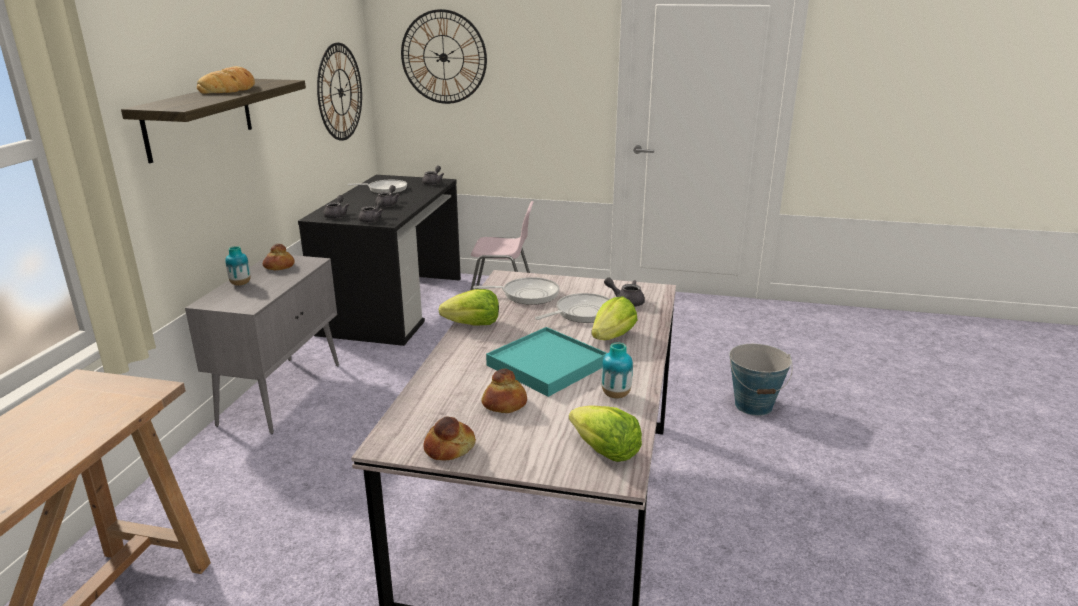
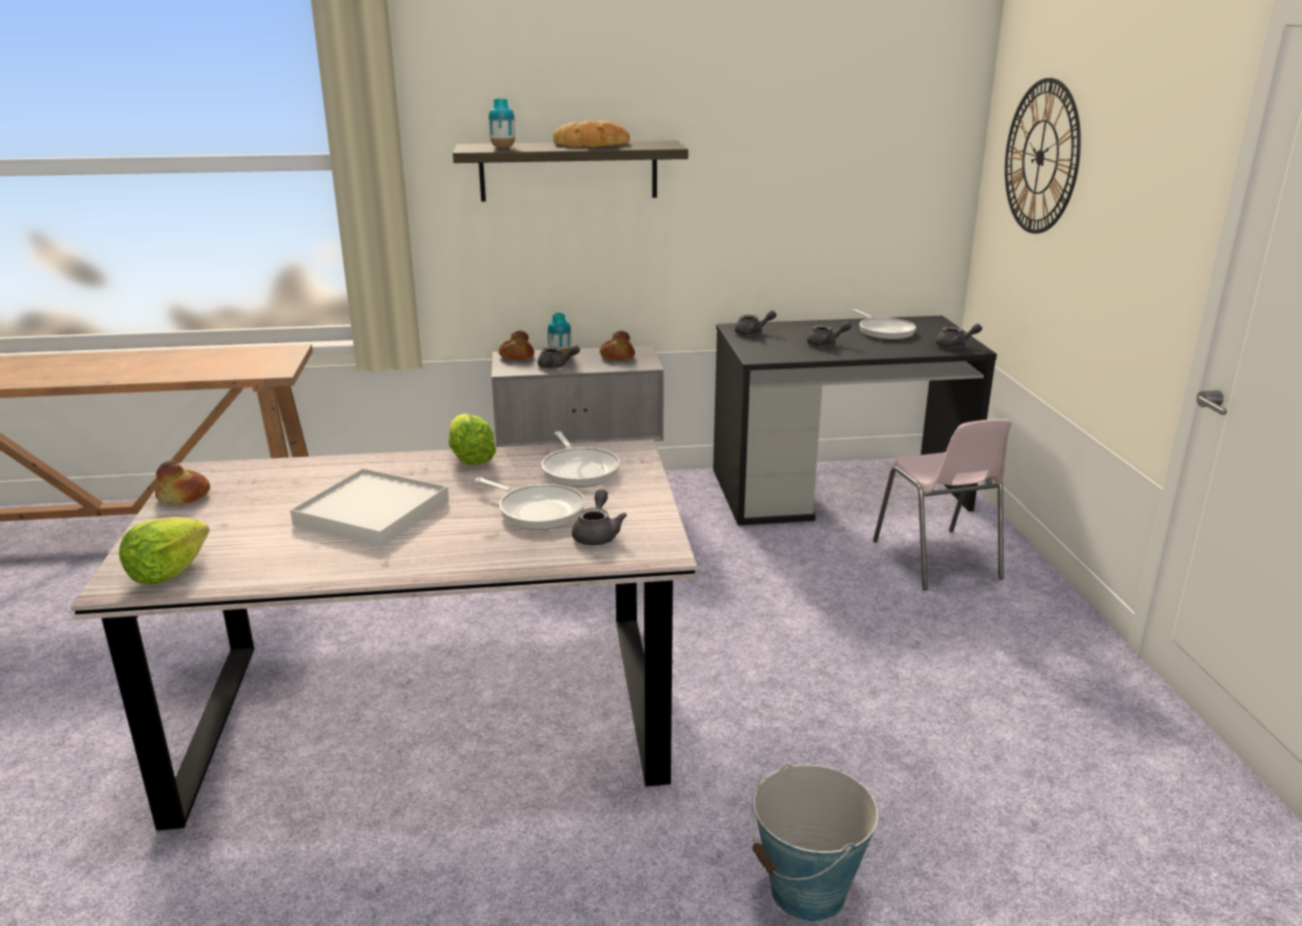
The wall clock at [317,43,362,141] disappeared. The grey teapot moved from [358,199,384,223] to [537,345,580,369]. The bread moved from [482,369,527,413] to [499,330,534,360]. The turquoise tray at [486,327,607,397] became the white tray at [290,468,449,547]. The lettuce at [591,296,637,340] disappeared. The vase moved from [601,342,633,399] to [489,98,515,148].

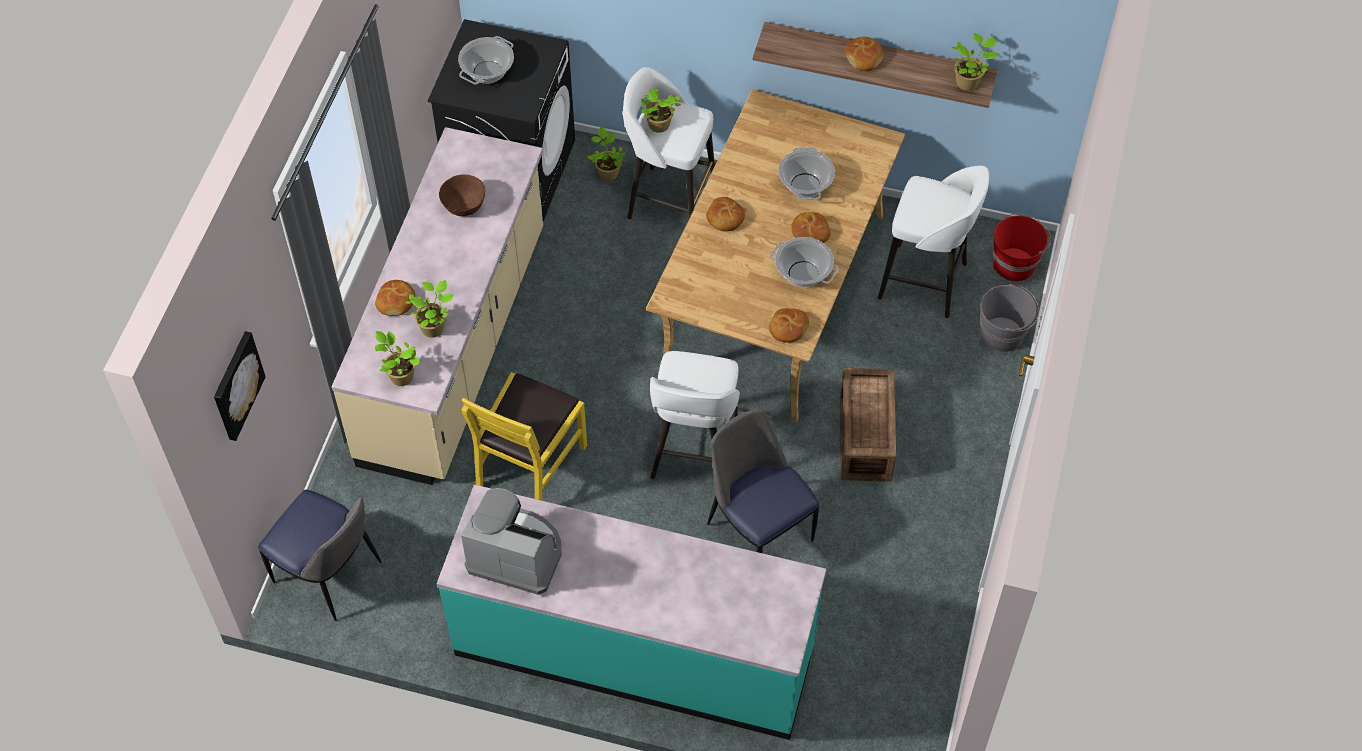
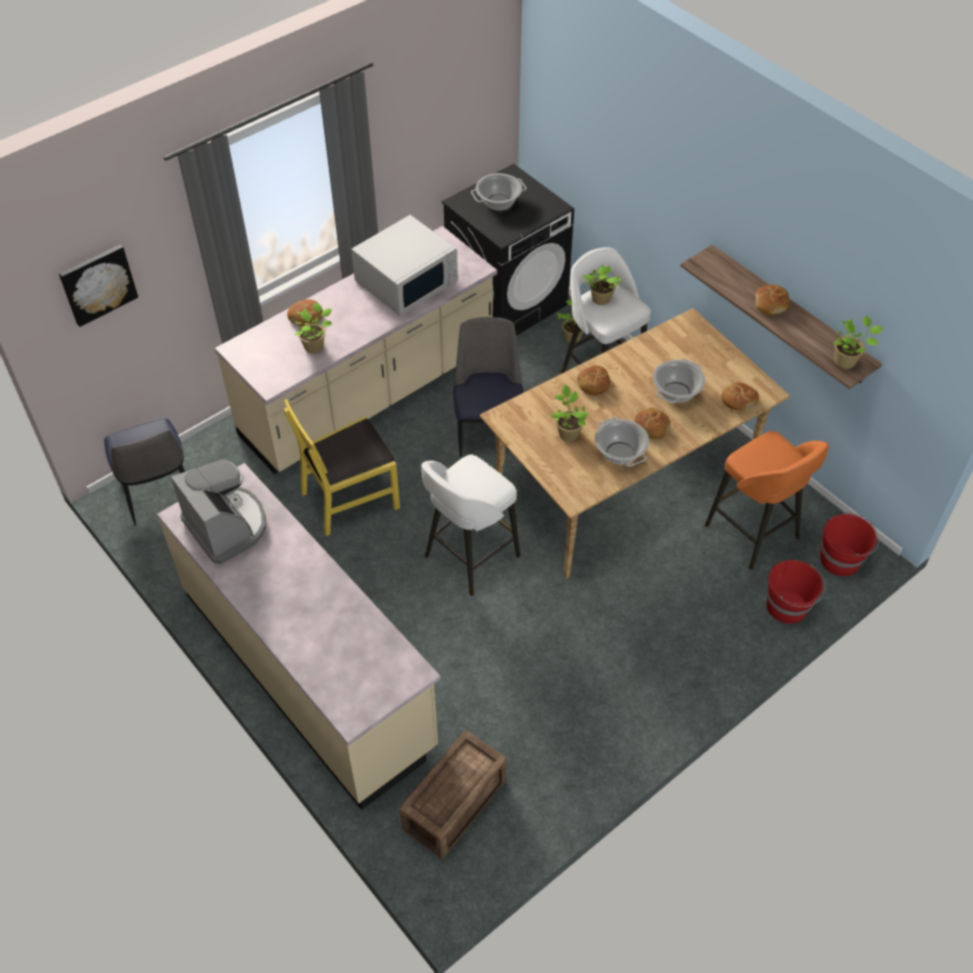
The potted plant moved from [375,331,421,386] to [550,385,589,441]. The turquoise counter at [437,485,826,740] became the beige counter at [157,463,440,810]. The brown bowl at [439,174,485,216] was replaced by the white microwave at [351,215,458,316]. The chair moved from [707,409,820,553] to [453,317,524,457]. The bread moved from [769,308,809,343] to [722,382,759,411]. The crate moved from [840,368,896,482] to [399,730,506,859]. The white stool at [878,166,989,318] became the orange stool at [705,431,829,570]. The grey bucket at [980,284,1039,352] became the red bucket at [766,560,825,624].

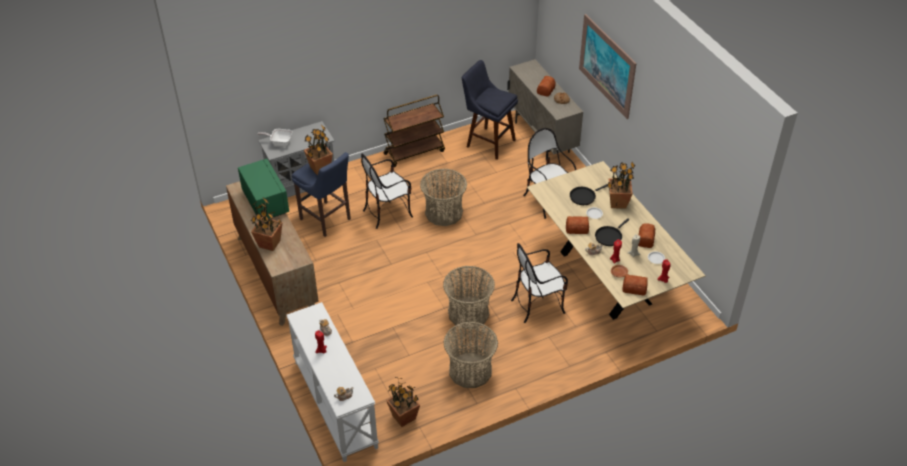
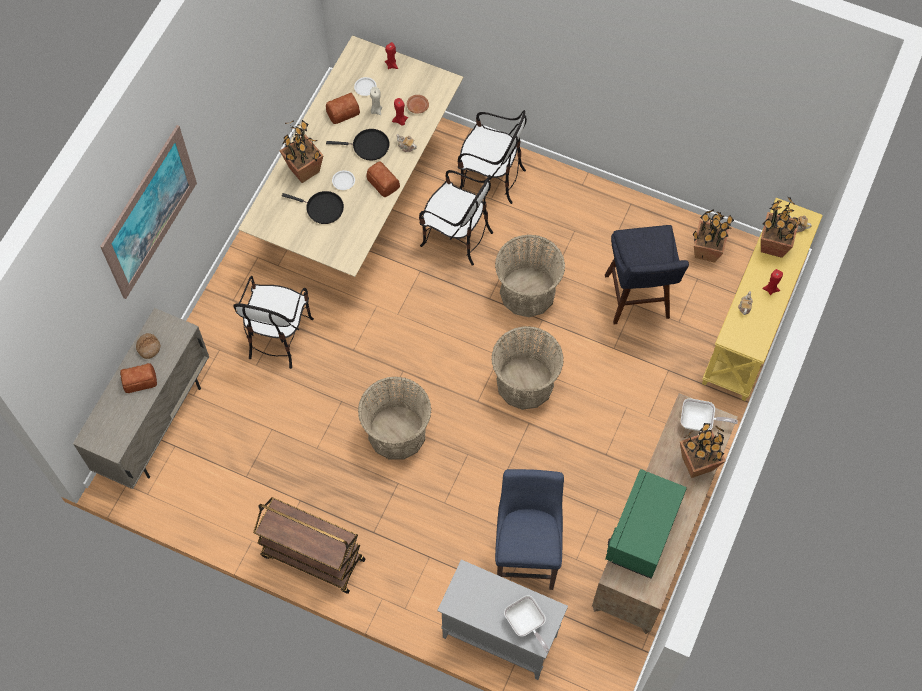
The white console table at [287,302,379,462] became the yellow console table at [702,198,823,401]. The potted plant moved from [304,125,333,175] to [761,197,802,258]. The chair moved from [361,154,413,229] to [457,110,527,204]. The basket moved from [444,322,498,388] to [491,326,564,410]. The blue stool moved from [462,60,518,160] to [605,225,689,324]. The bread at [622,275,648,295] disappeared. The frying pan at [681,398,738,432] appeared.

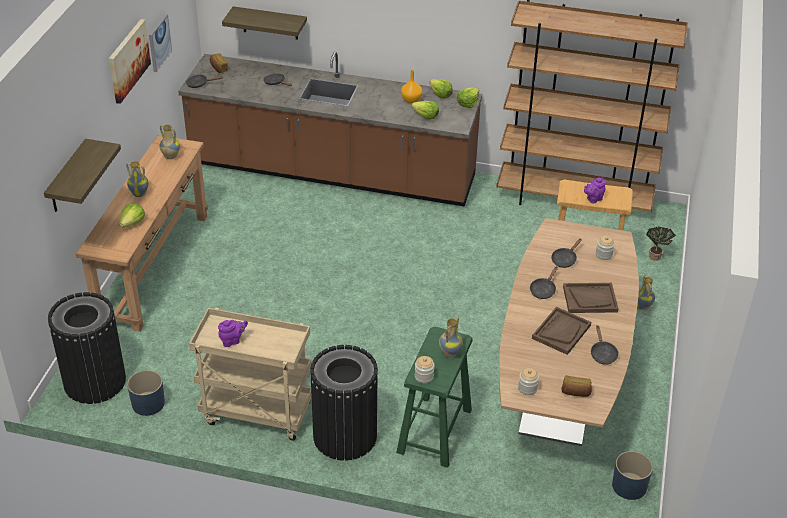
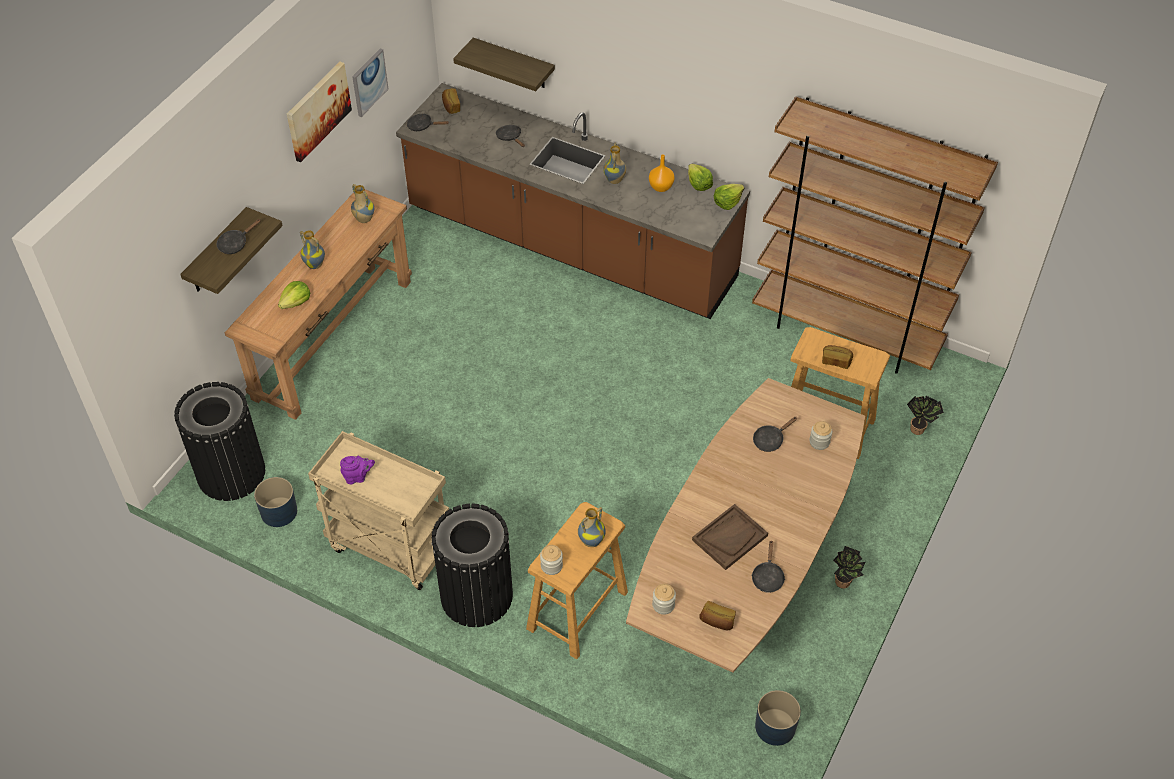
The green stool at [396,327,473,468] became the beige stool at [526,502,628,659]. The lettuce at [411,101,439,120] disappeared. The black frying pan moved from [530,266,558,299] to [217,219,261,254]. The brown tray at [563,283,618,313] disappeared. The purple teapot at [584,177,606,203] was replaced by the bread at [822,345,853,369]. The vase moved from [637,275,655,310] to [603,143,626,184]. The potted plant at [833,546,866,589] appeared.

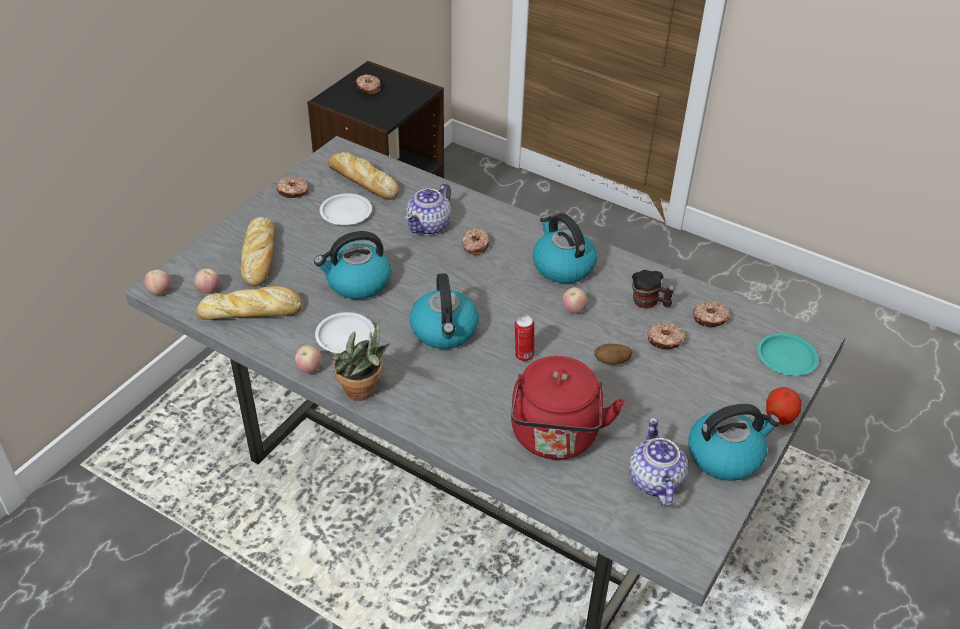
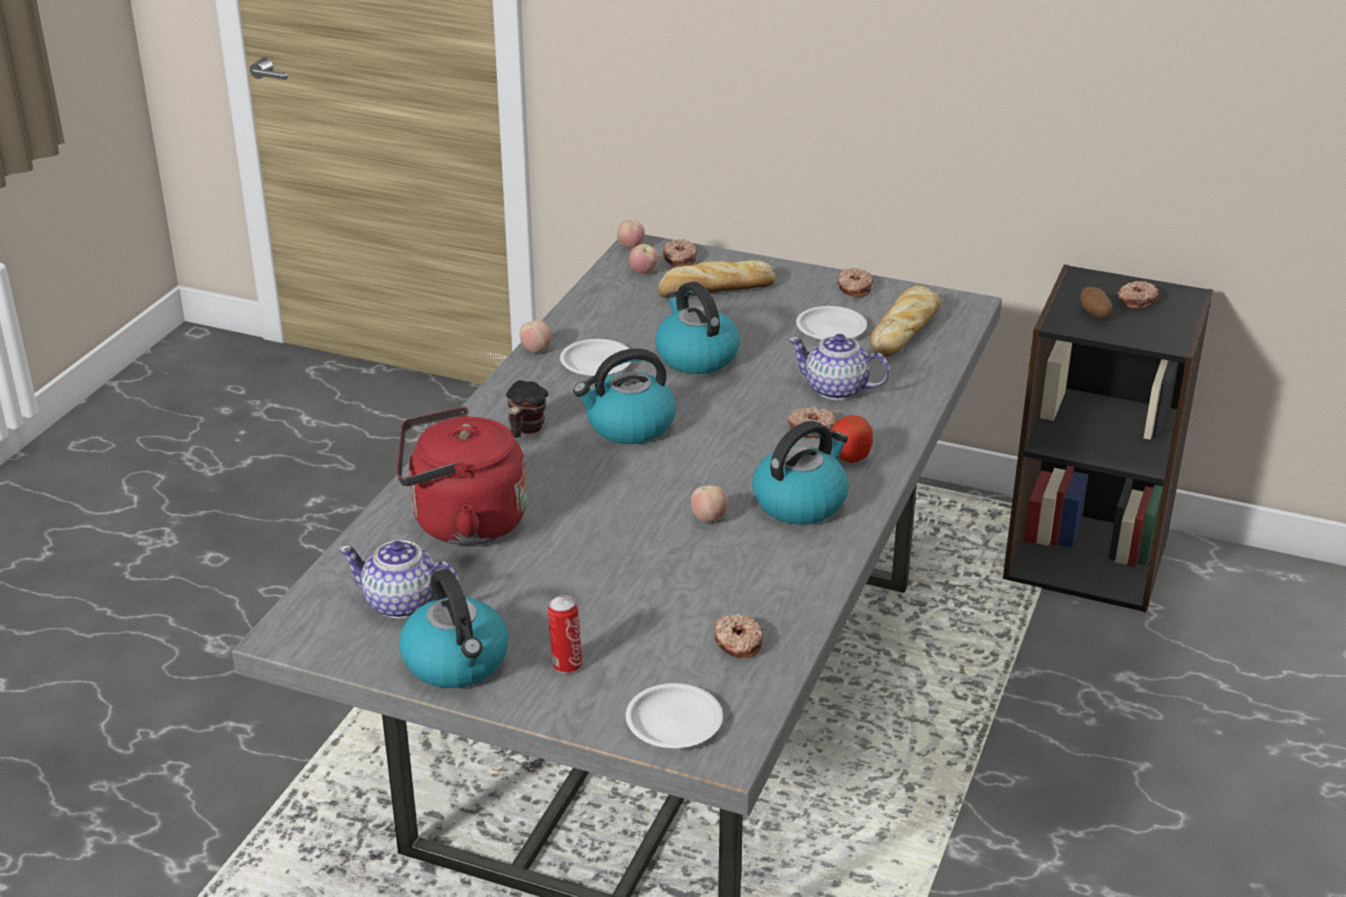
The bread at [196,286,302,320] disappeared. The potted plant at [331,320,389,401] disappeared. The can moved from [515,314,534,361] to [548,595,582,673]. The potato moved from [594,344,632,365] to [1080,287,1112,318]. The teapot at [629,418,688,507] turned 150 degrees counterclockwise. The mug moved from [632,270,675,309] to [506,380,548,438]. The donut moved from [648,323,686,349] to [663,239,698,267]. The turquoise plate at [757,333,819,376] became the white plate at [626,683,723,748]. The apple moved from [766,387,802,425] to [831,415,873,463].

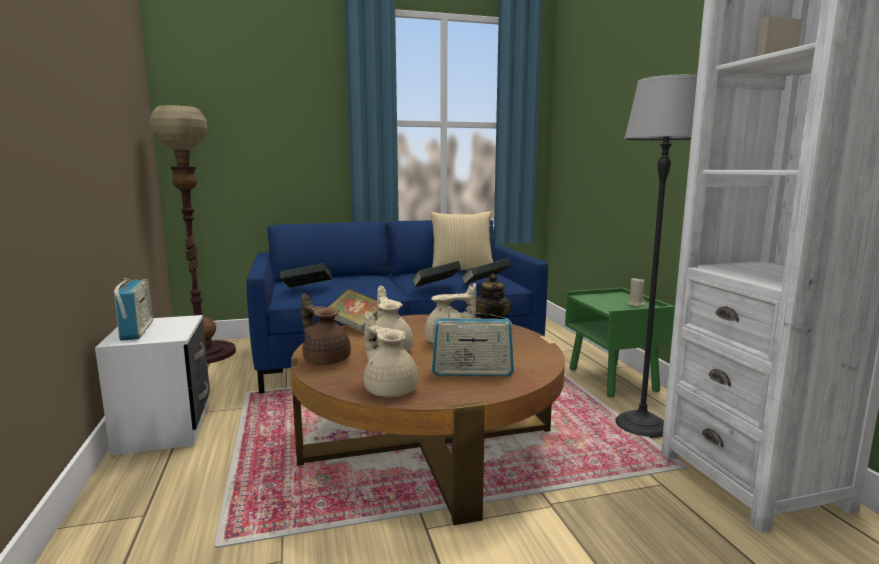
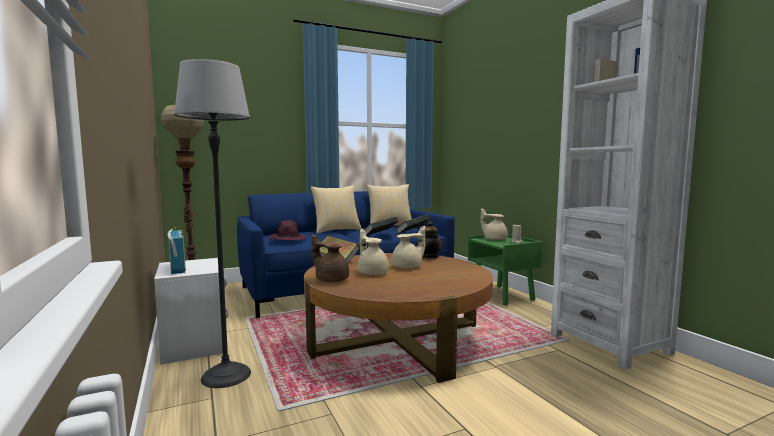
The book at [280,263,332,288] was replaced by the purple hat at [269,220,306,240]. The beige teapot moved from [364,312,418,397] to [480,208,508,240]. The radio at [432,307,514,376] disappeared. The floor lamp moved from [615,74,697,438] to [174,59,251,388]. The pillow at [310,185,362,234] appeared.

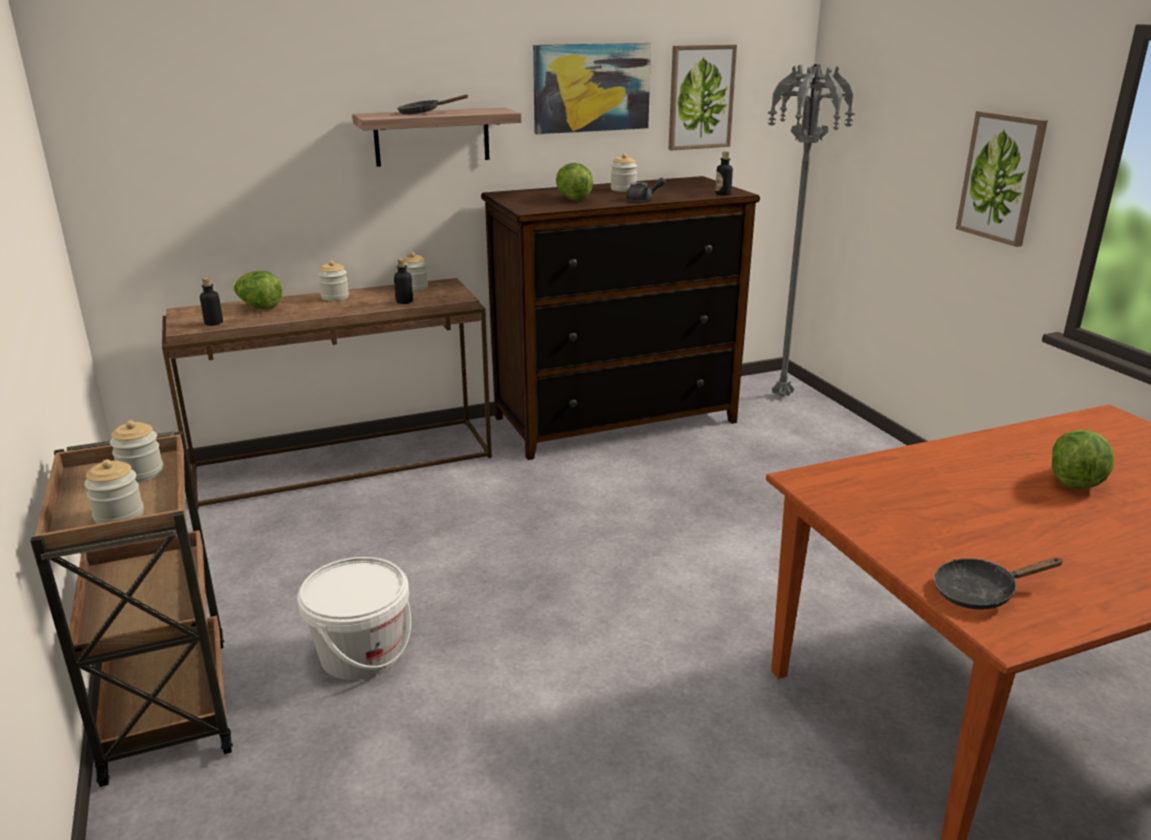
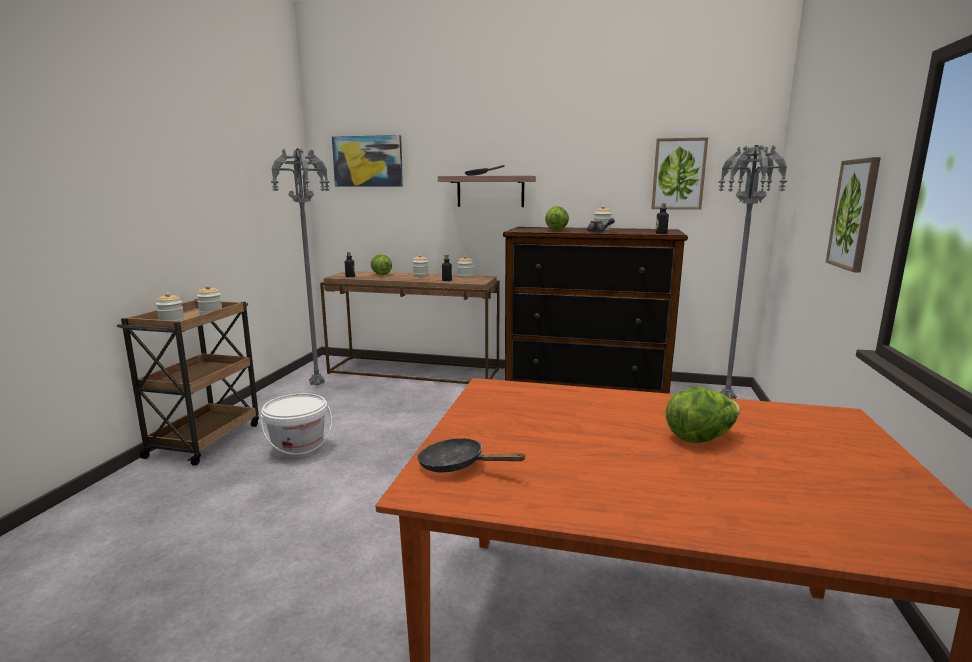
The picture moved from [533,43,651,134] to [332,135,403,187]. The grey floor lamp at [271,149,330,386] appeared.

